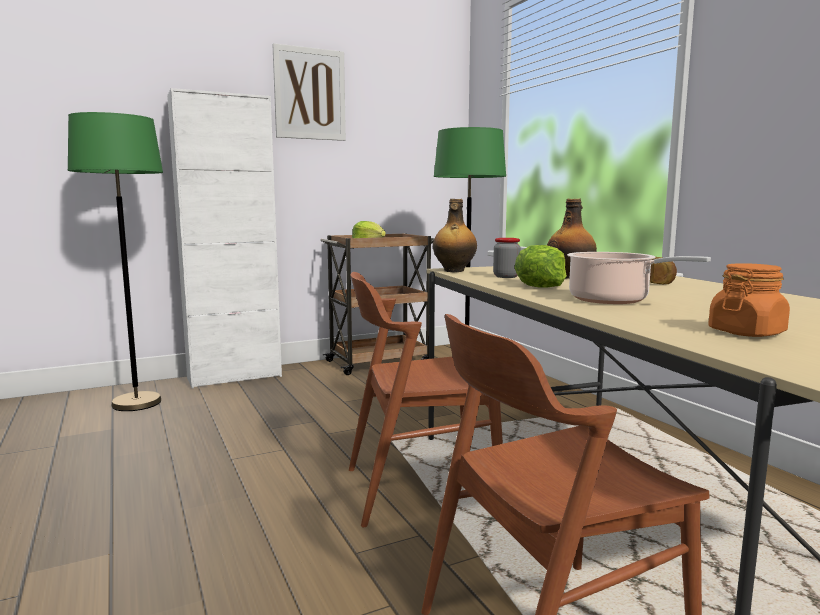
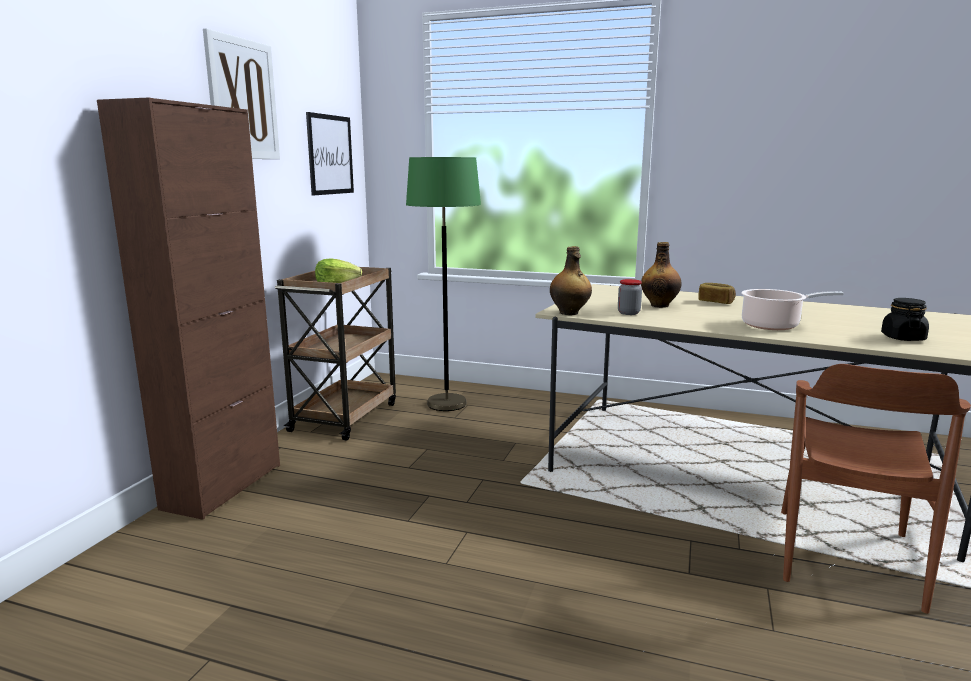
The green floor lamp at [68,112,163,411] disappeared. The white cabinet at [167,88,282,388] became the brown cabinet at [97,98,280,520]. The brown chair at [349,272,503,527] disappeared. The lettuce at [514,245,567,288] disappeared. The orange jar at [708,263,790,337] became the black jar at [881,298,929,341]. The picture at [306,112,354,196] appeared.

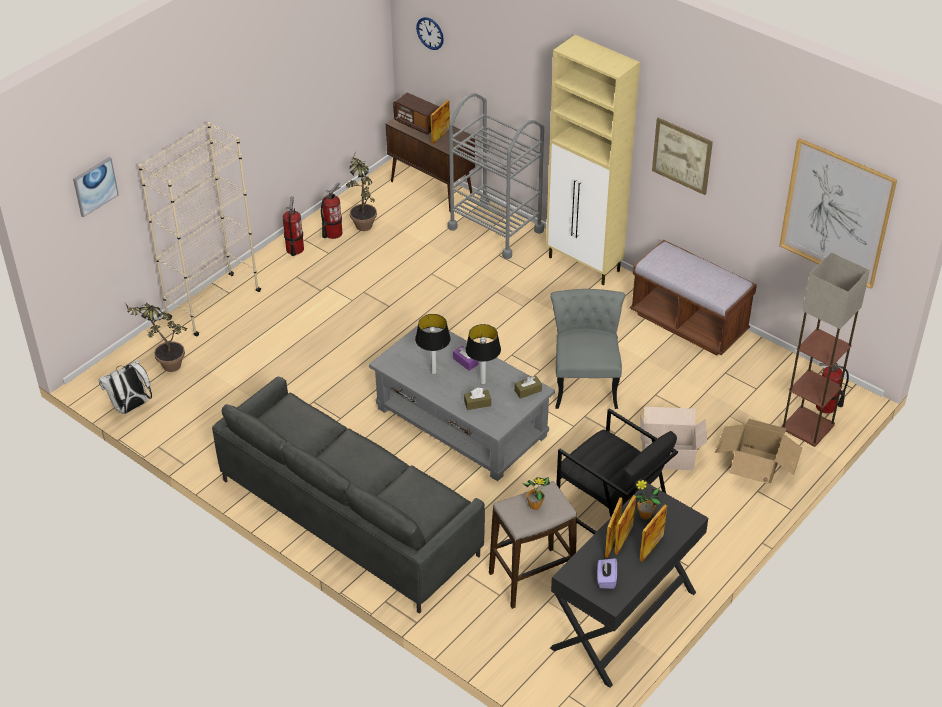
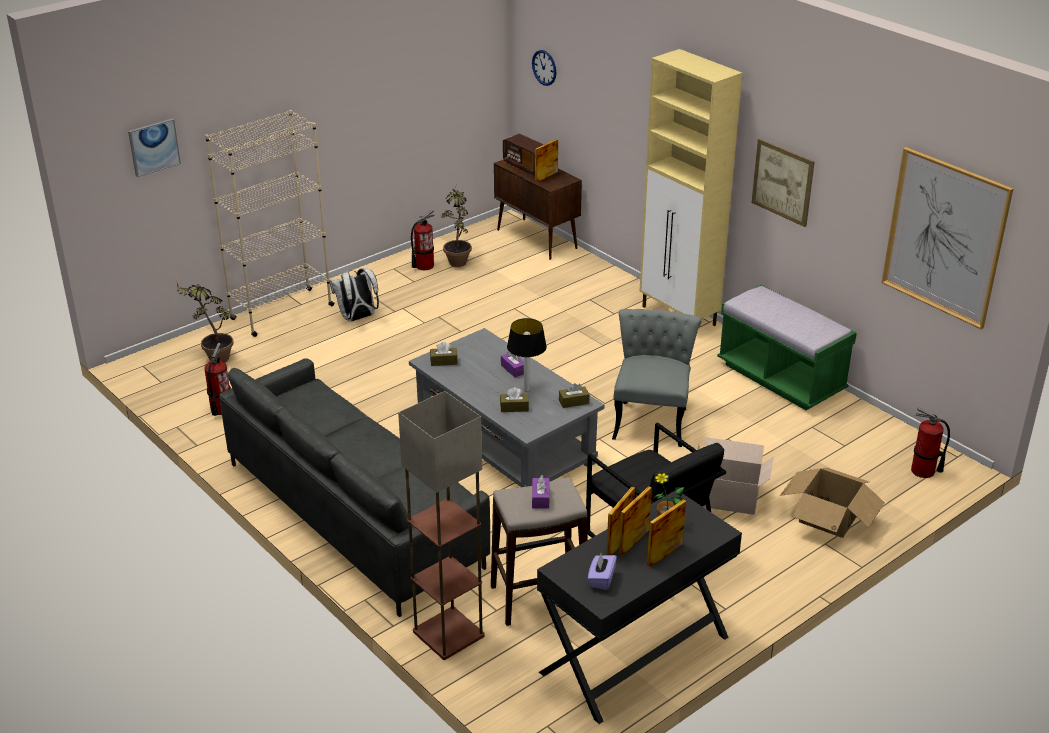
The white backpack moved from [98,360,152,414] to [330,268,379,322]. The fire extinguisher moved from [283,196,304,256] to [204,343,231,416]. The table lamp at [415,314,451,374] disappeared. The grey cart at [448,93,544,259] disappeared. The potted plant at [522,477,550,510] was replaced by the purple tissue box at [532,475,549,509]. The brown bench at [630,240,757,356] became the green bench at [717,285,856,410]. The floor lamp moved from [781,252,870,447] to [398,391,485,660]. The brown tissue box at [430,342,458,366] appeared.

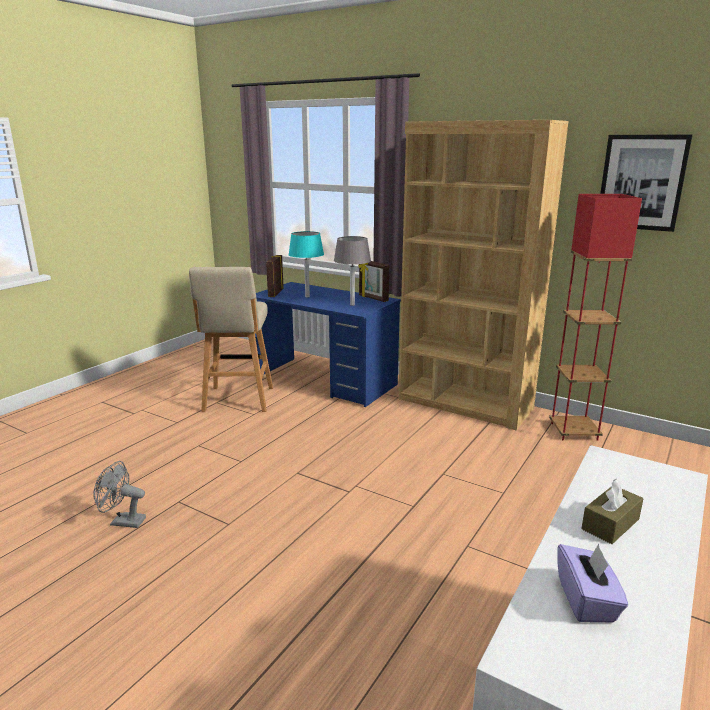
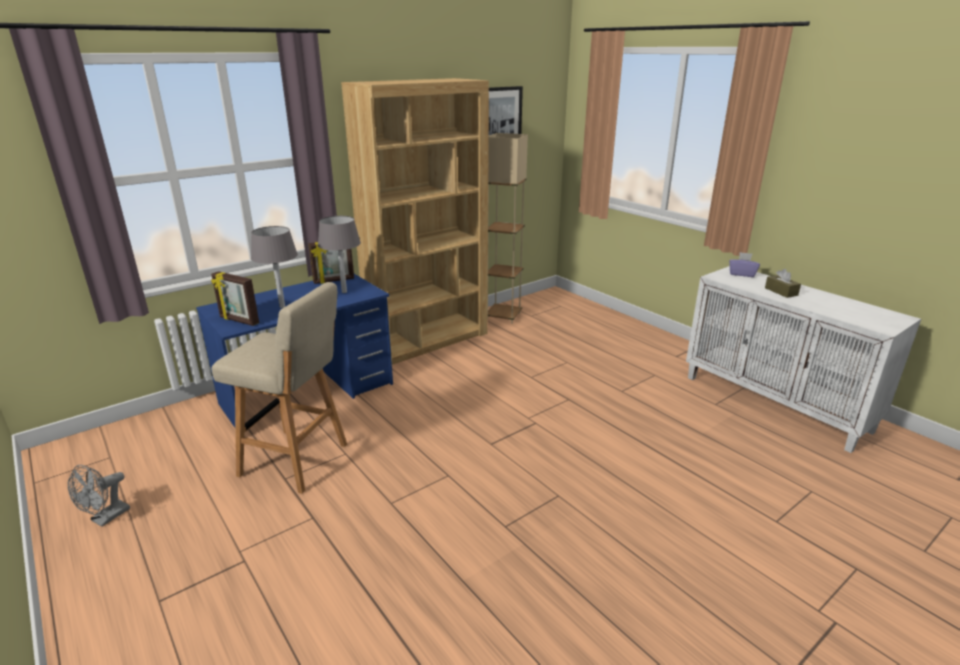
The grey fan moved from [93,461,146,528] to [68,465,130,527]. The turquoise table lamp at [288,231,324,298] became the grey table lamp at [251,226,298,308]. The red floor lamp at [549,194,642,441] became the beige floor lamp at [487,133,528,324]. The purple tissue box moved from [557,544,628,622] to [729,252,760,277].

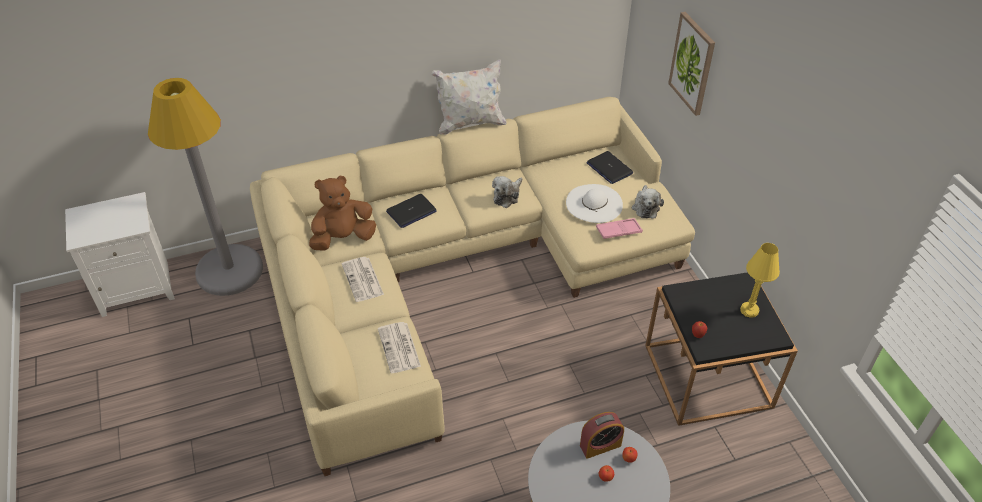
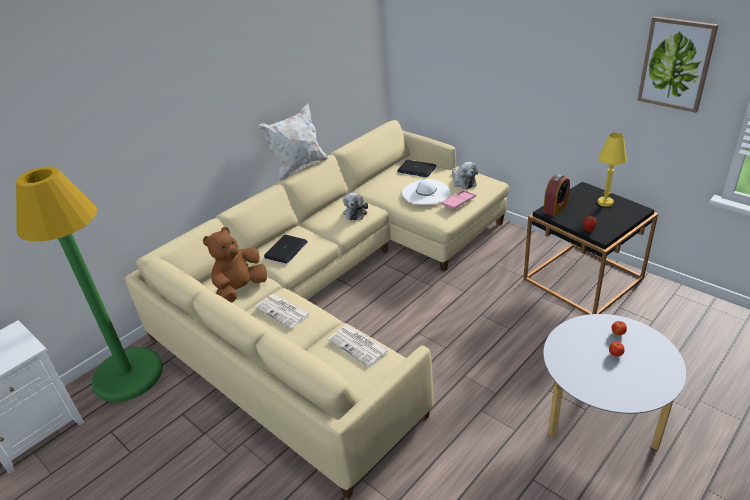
The grey floor lamp at [148,78,263,296] became the green floor lamp at [16,166,163,402]. The alarm clock moved from [580,412,624,459] to [543,174,570,216]. The picture moved from [668,12,715,116] to [637,16,719,113].

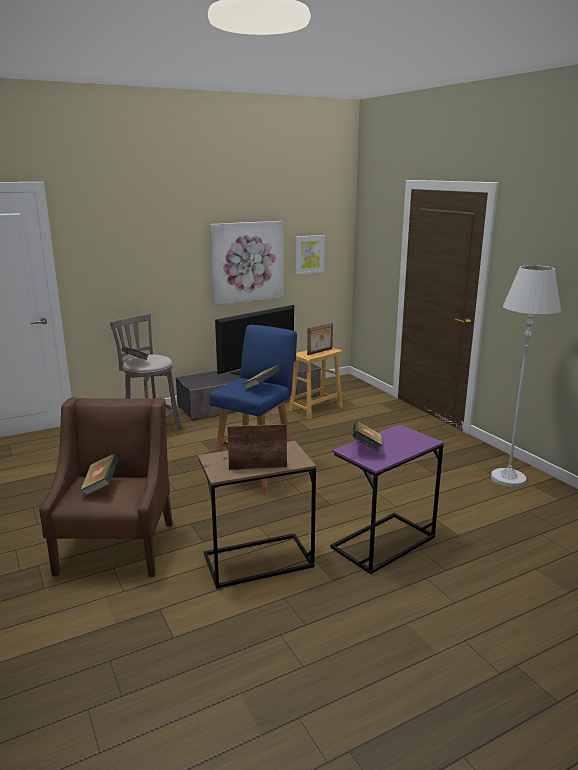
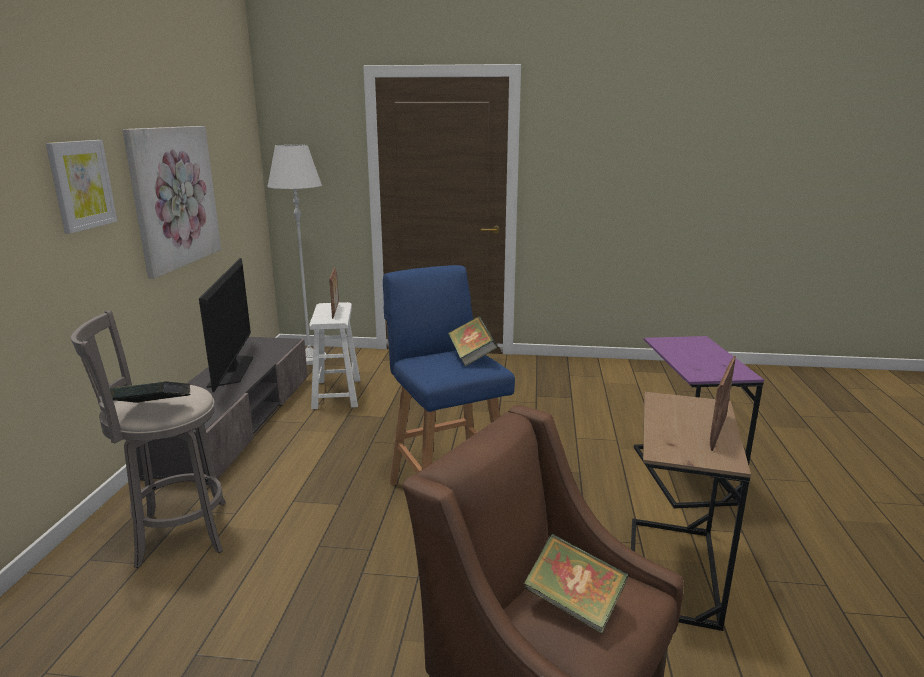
The brown stool at [289,347,343,419] became the white stool at [309,302,361,409]. The picture moved from [295,235,325,275] to [46,140,117,234]. The book at [352,421,383,452] disappeared. The white floor lamp moved from [491,265,561,487] to [267,145,326,365].

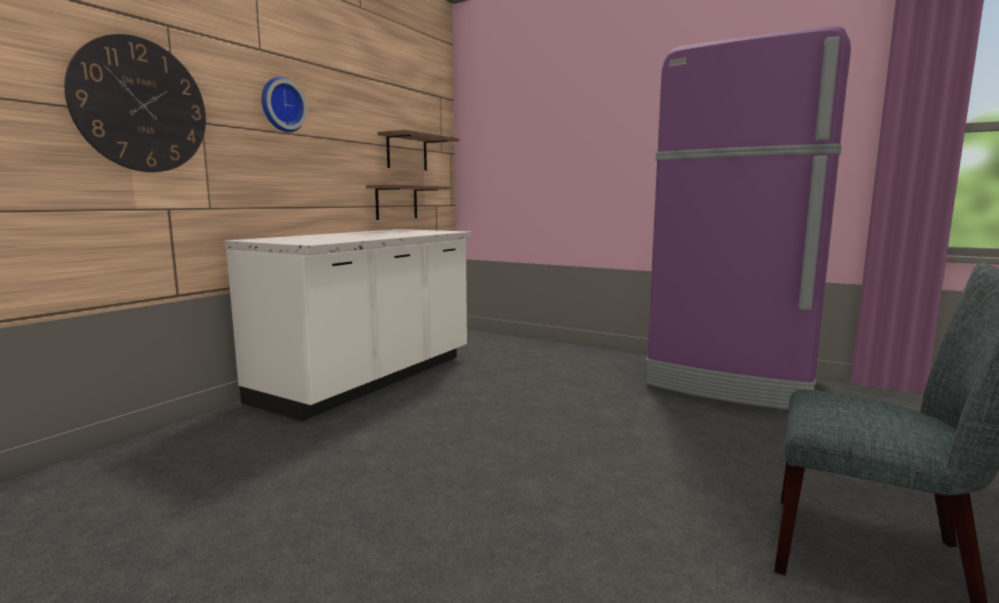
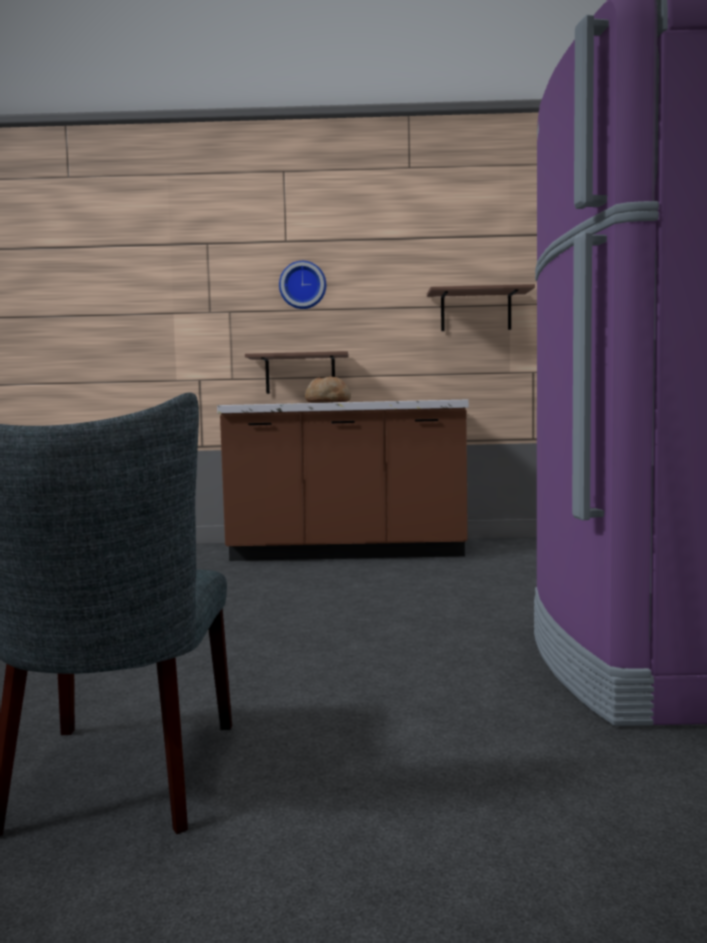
The wall clock at [64,34,206,172] disappeared. The white counter at [224,229,471,421] became the brown counter at [217,399,469,561]. The shelf moved from [366,185,450,220] to [245,351,349,394]. The bread at [305,377,351,403] appeared.

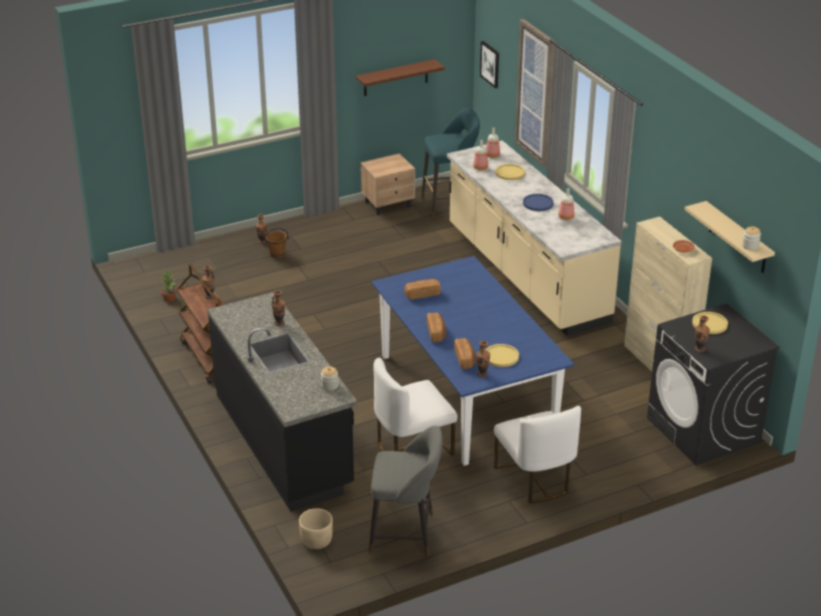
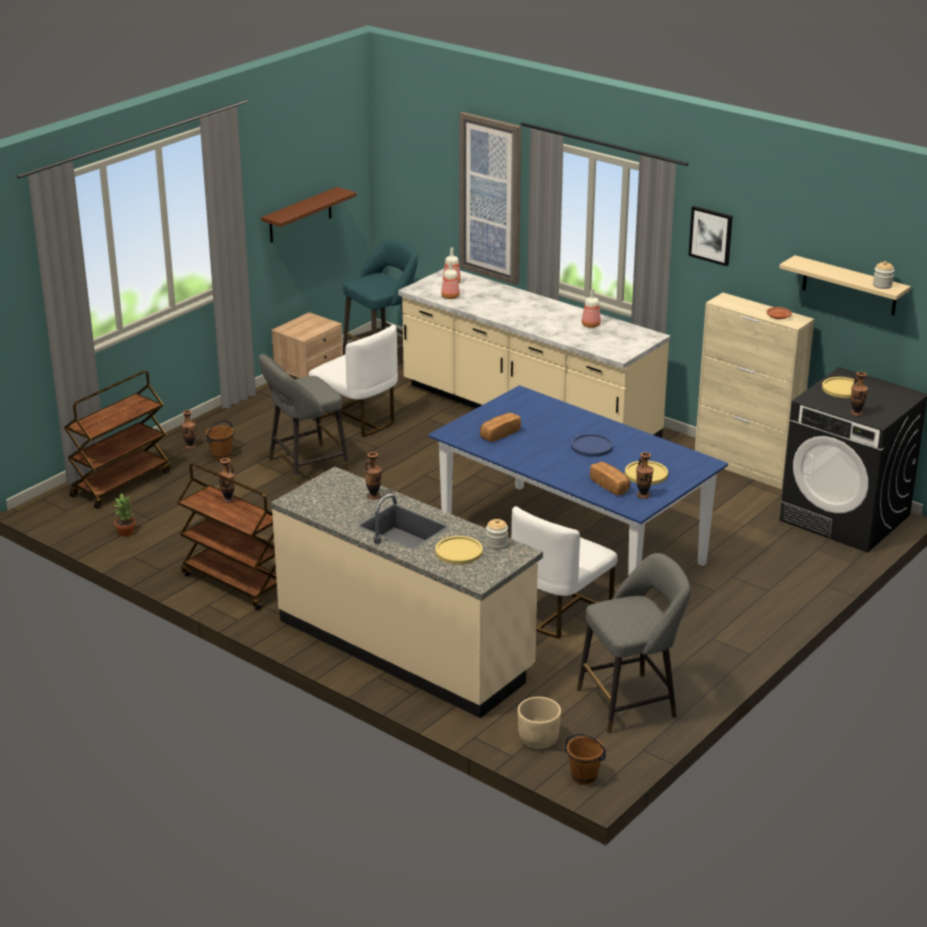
The black counter at [207,292,357,512] became the beige counter at [271,467,543,718]. The bread at [427,313,446,342] disappeared. The picture moved from [480,41,499,88] to [688,206,733,266]. The white chair moved from [494,406,581,503] to [309,325,398,437]. The yellow plate moved from [496,164,525,180] to [435,536,483,565]. The blue plate moved from [523,194,554,211] to [571,434,613,457]. The brown cart at [64,370,170,509] appeared. The grey stool at [259,354,349,485] appeared. The brown bucket at [564,733,606,785] appeared.

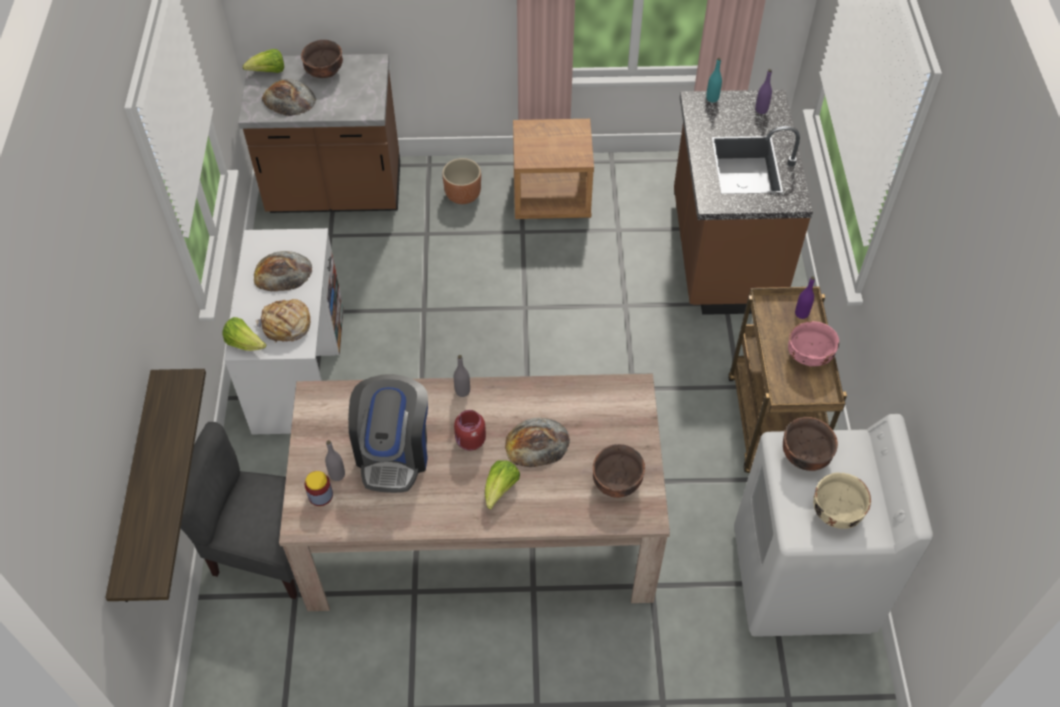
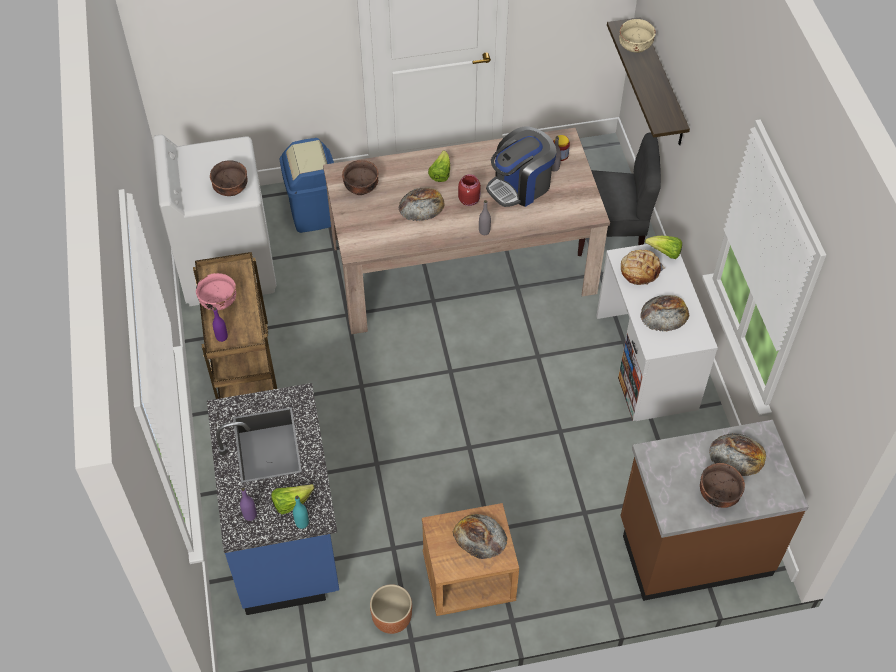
The lettuce moved from [243,49,284,73] to [271,484,314,514]. The coffee machine at [348,374,428,493] turned 120 degrees counterclockwise. The brown planter moved from [442,158,481,204] to [370,584,412,634]. The brown counter at [674,90,813,315] became the blue counter at [207,383,339,615]. The beige bowl moved from [813,473,871,529] to [619,19,656,53]. The blue trash can at [280,138,334,233] appeared. The bread at [453,514,507,559] appeared.

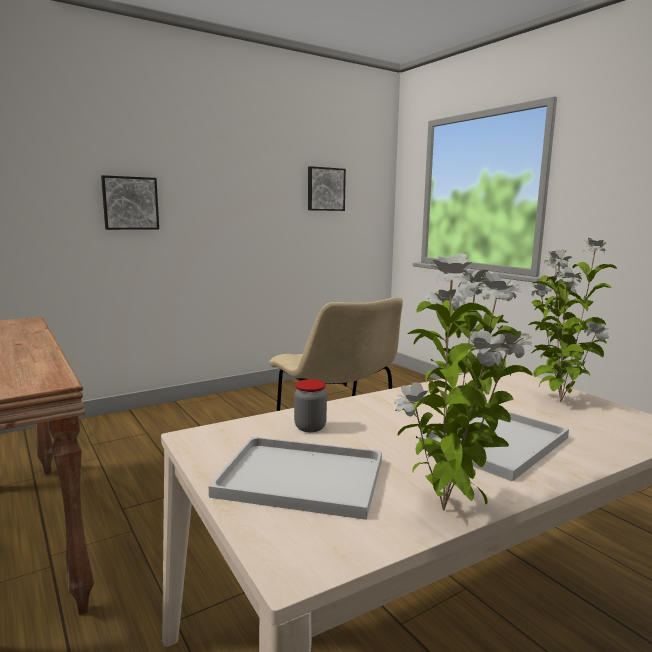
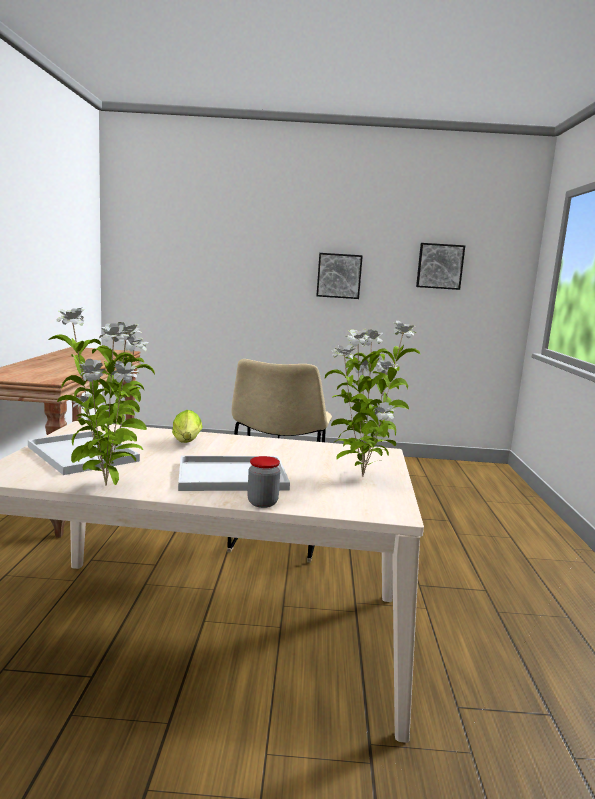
The picture moved from [101,175,159,230] to [317,253,363,299]. The jar moved from [294,379,327,432] to [247,456,280,508]. The lettuce at [172,410,202,443] appeared.

